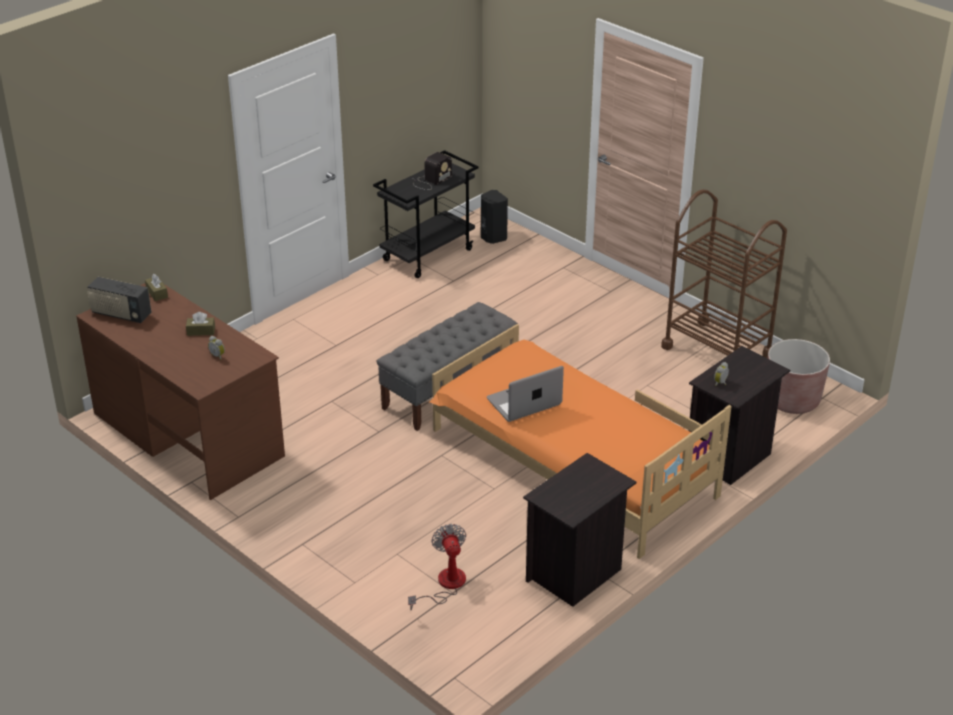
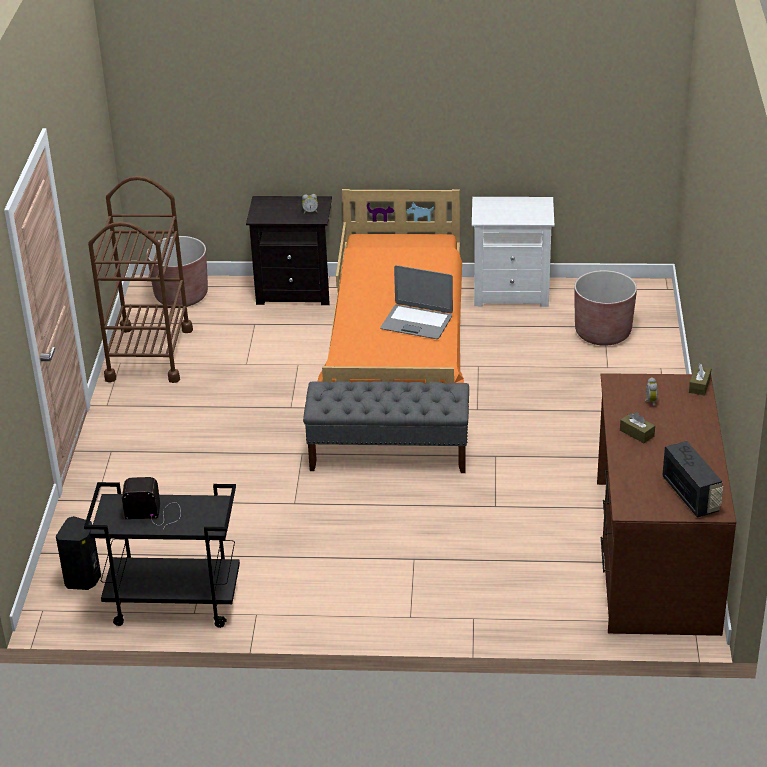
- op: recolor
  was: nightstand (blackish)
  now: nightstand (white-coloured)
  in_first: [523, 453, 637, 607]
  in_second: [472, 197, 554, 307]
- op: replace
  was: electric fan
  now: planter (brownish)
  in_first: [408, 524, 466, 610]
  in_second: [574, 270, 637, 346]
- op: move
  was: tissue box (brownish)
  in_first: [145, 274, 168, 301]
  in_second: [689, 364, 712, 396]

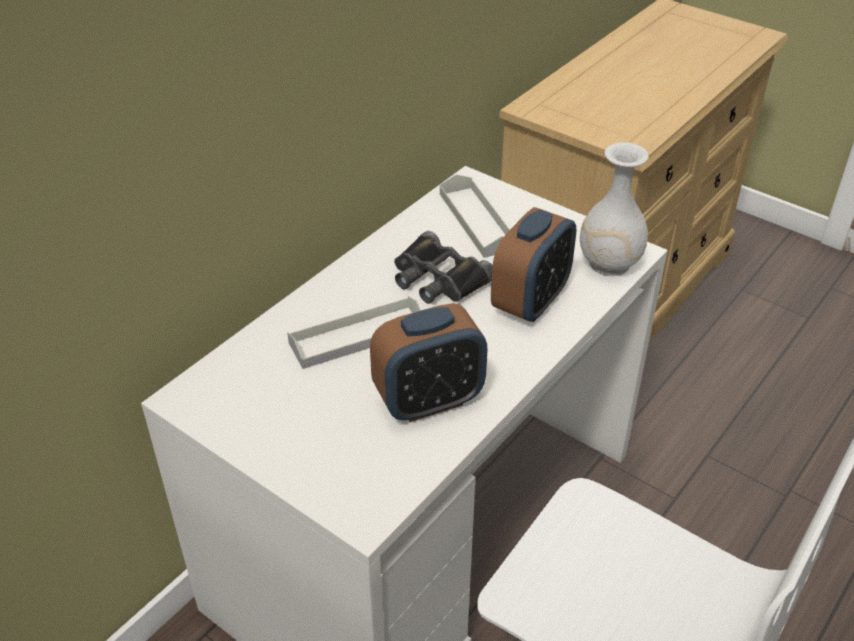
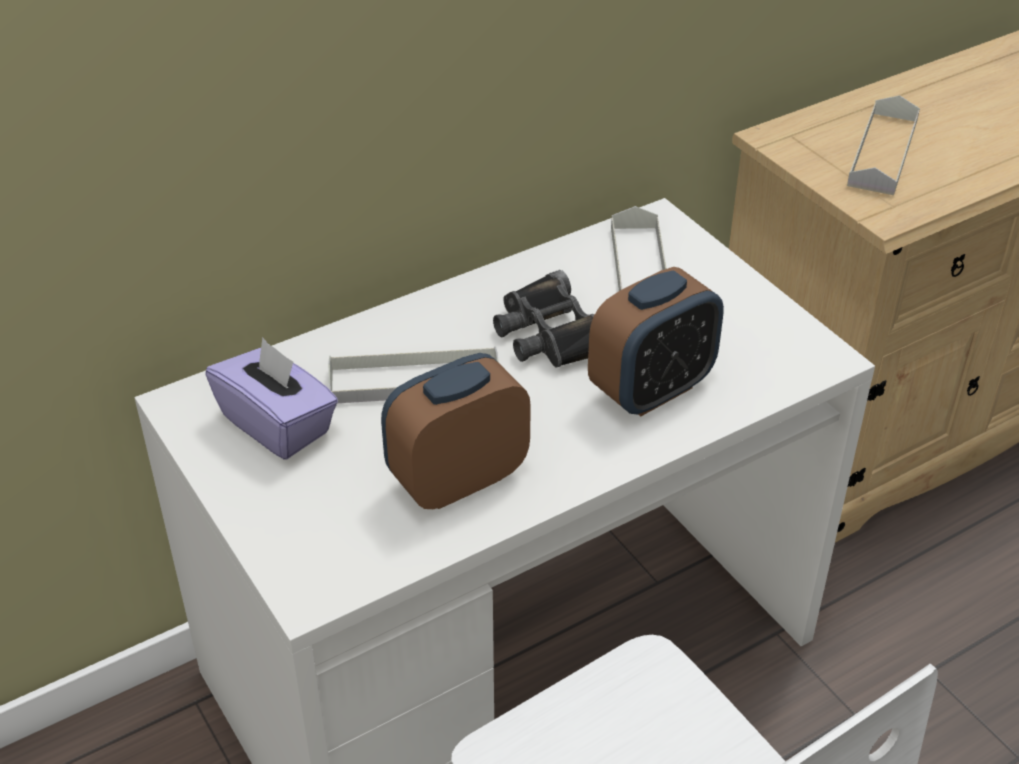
- op: insert
  now: tissue box (purple-coloured)
  in_second: [205, 337, 338, 460]
- op: rotate
  was: bedside clock
  in_first: [370, 303, 488, 422]
  in_second: [381, 353, 531, 509]
  clockwise: 150
- op: insert
  now: tray (greyish)
  in_second: [847, 95, 920, 195]
- op: delete
  was: flower vase (white-coloured)
  in_first: [580, 142, 649, 276]

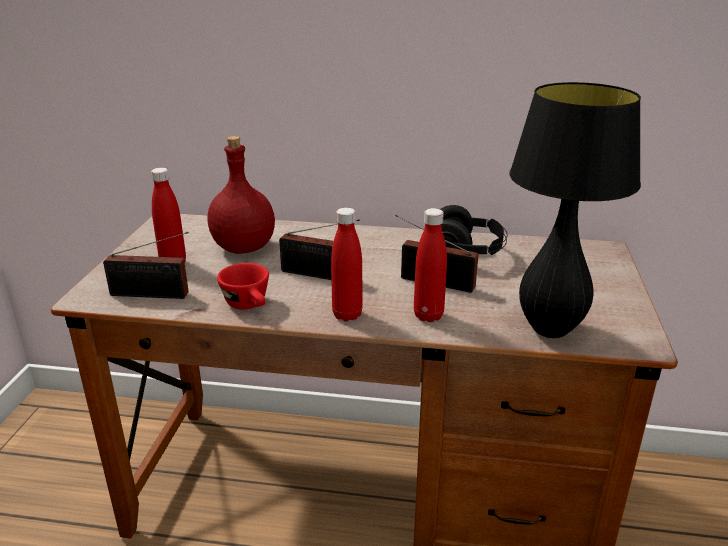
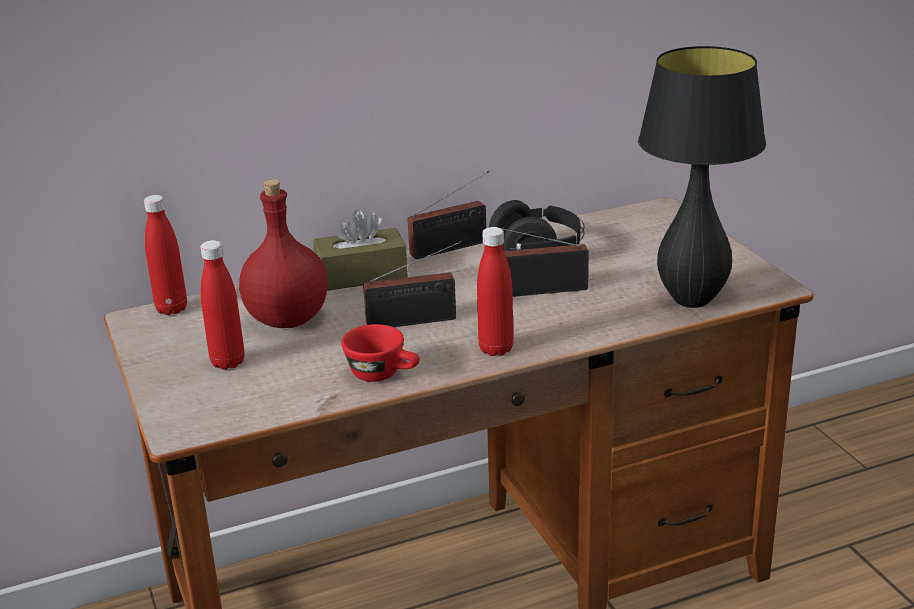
- op: move
  was: drink bottle (red-coloured)
  in_first: [414, 208, 447, 322]
  in_second: [144, 195, 187, 315]
- op: insert
  now: tissue box (brownish)
  in_second: [313, 210, 408, 291]
- op: move
  was: radio
  in_first: [103, 232, 189, 299]
  in_second: [407, 171, 489, 259]

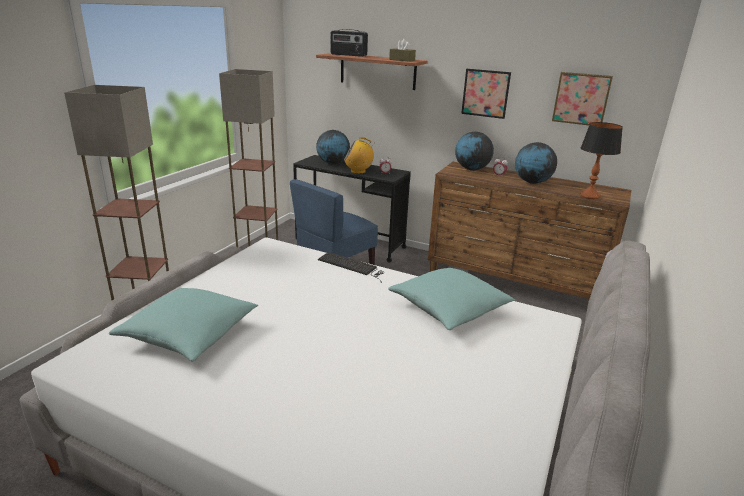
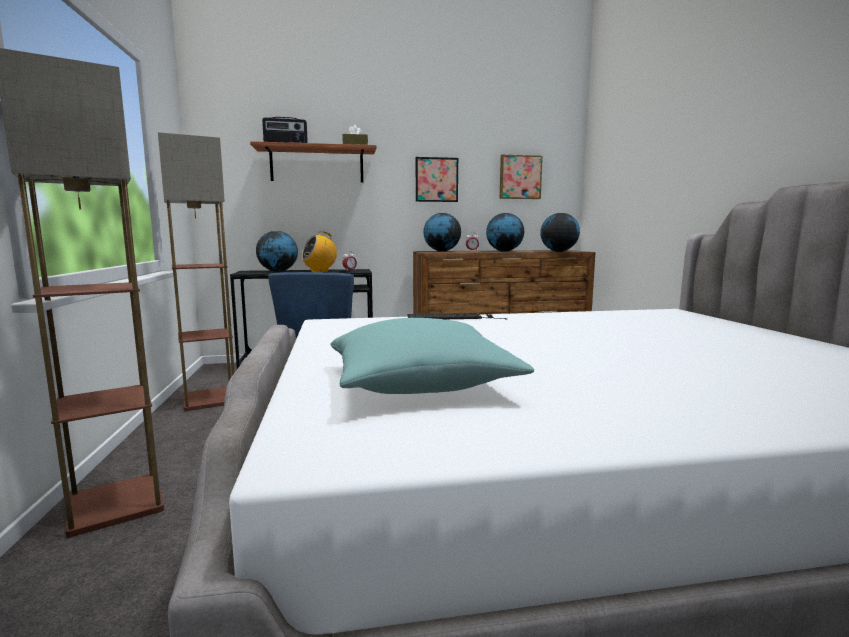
- op: replace
  was: table lamp
  now: desk globe
  in_first: [580, 122, 623, 199]
  in_second: [540, 213, 580, 252]
- op: delete
  was: cushion (blue-green)
  in_first: [388, 268, 515, 330]

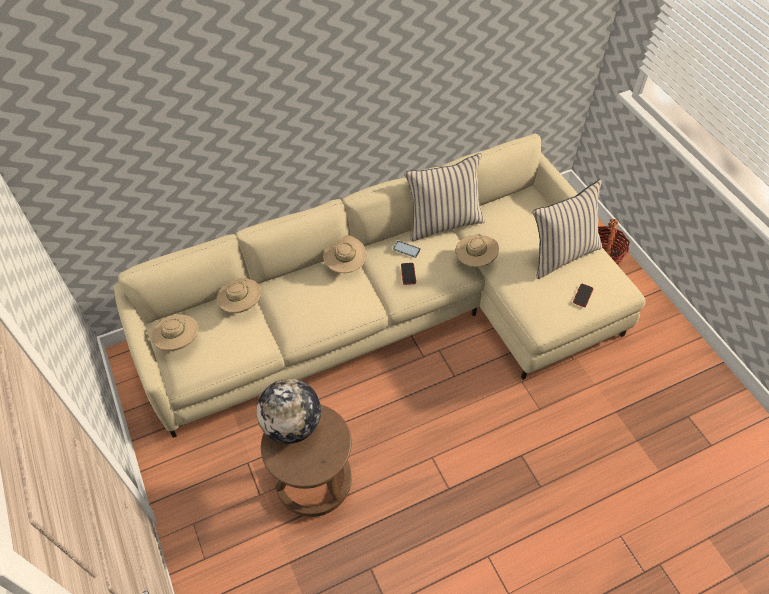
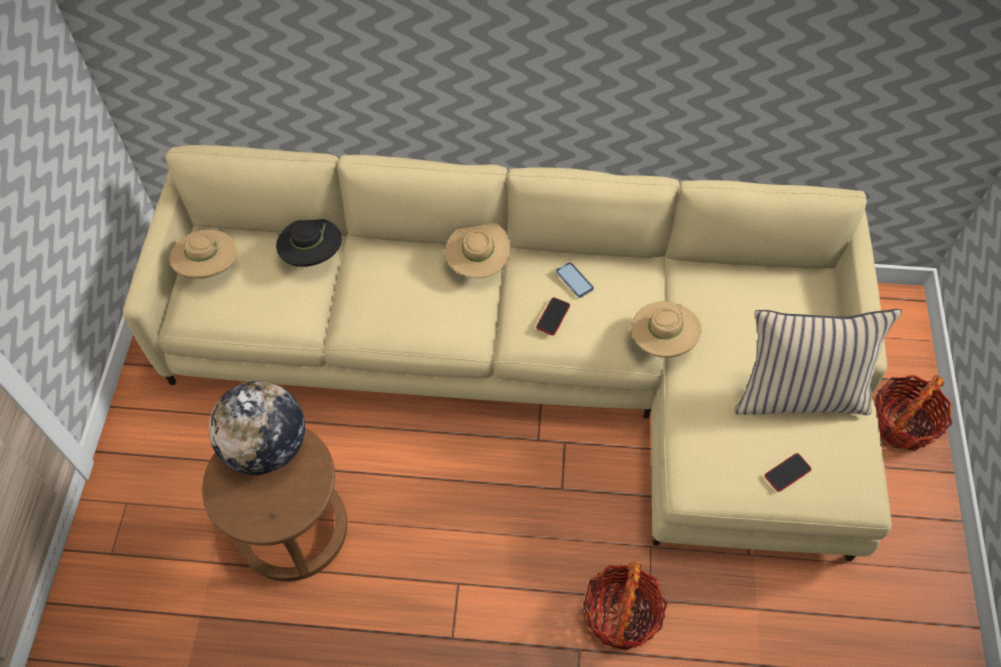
- op: recolor
  was: clothing hat (beige)
  now: clothing hat (blackish)
  in_first: [217, 278, 261, 313]
  in_second: [276, 219, 342, 267]
- op: insert
  now: storage basket
  in_second: [583, 562, 667, 650]
- op: delete
  was: cushion (beige)
  in_first: [404, 153, 485, 241]

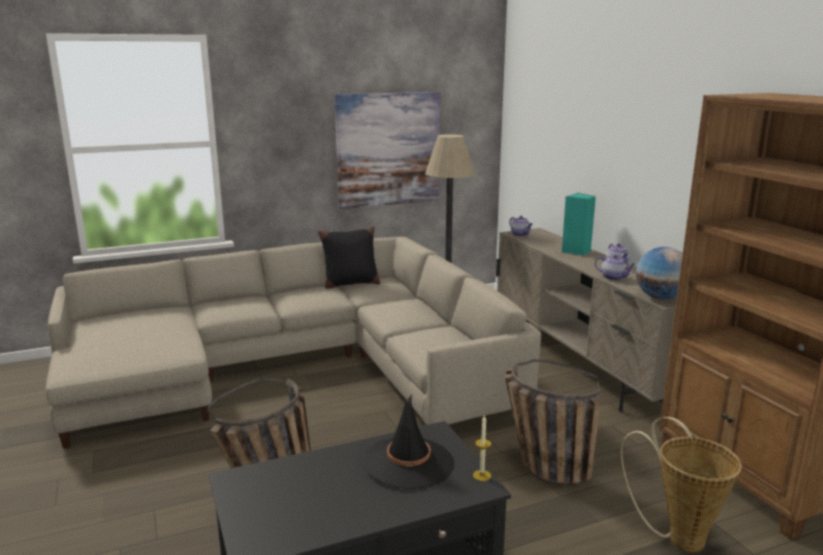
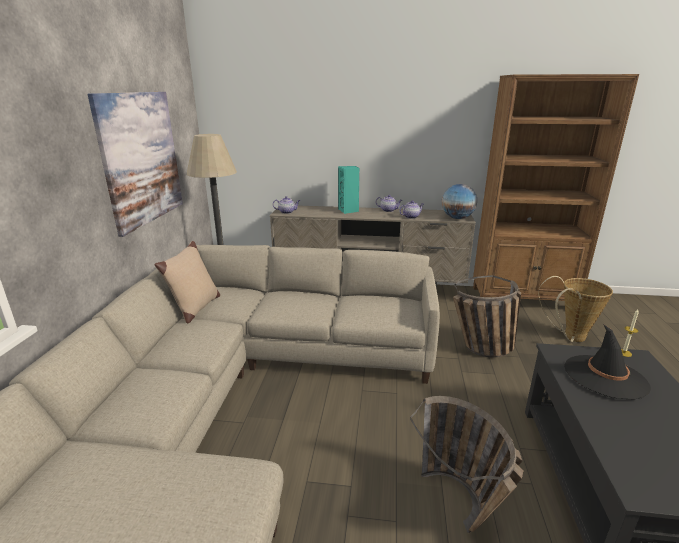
- op: recolor
  was: cushion (blackish)
  now: cushion (beige)
  in_first: [318, 226, 380, 289]
  in_second: [155, 241, 220, 324]

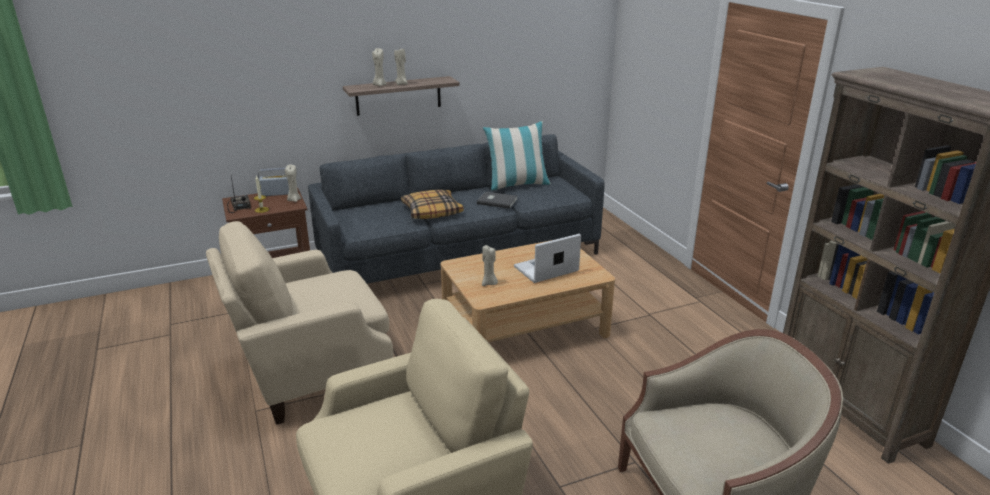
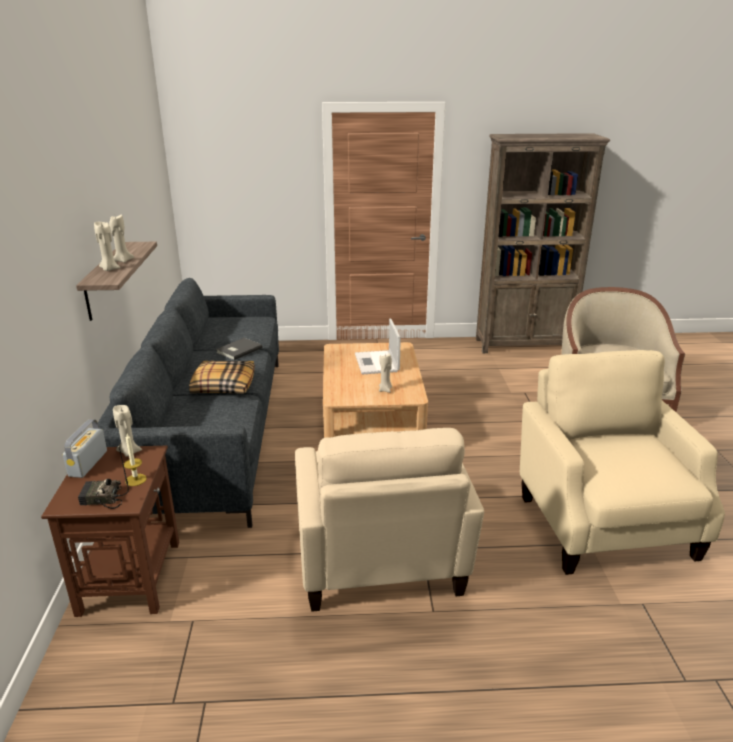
- op: delete
  was: cushion
  in_first: [483, 121, 551, 190]

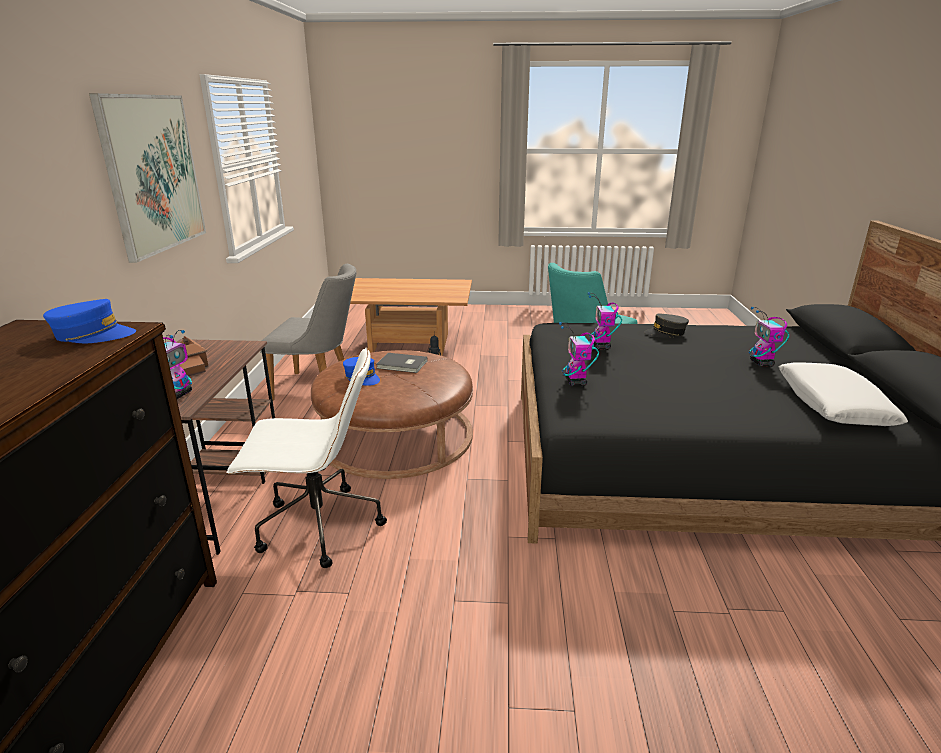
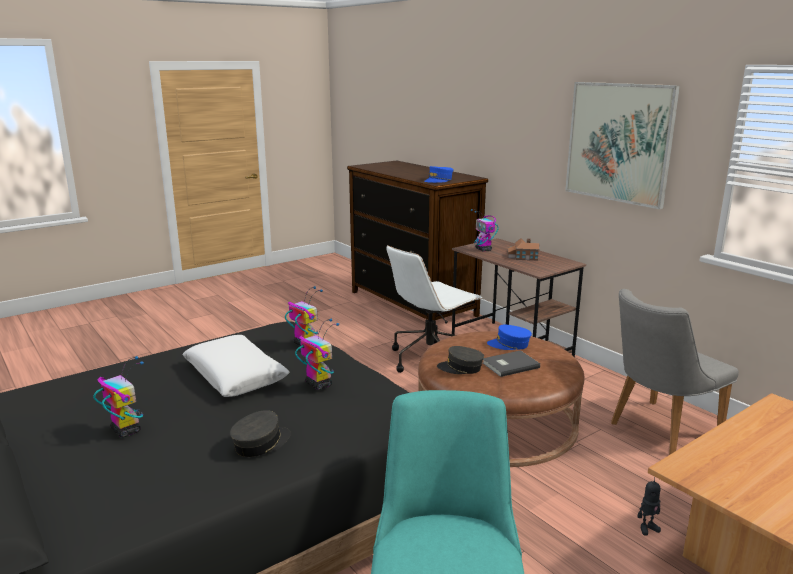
- op: move
  was: cushion (white-coloured)
  in_first: [779, 362, 908, 426]
  in_second: [182, 335, 289, 397]
- op: insert
  now: cap (greyish)
  in_second: [437, 346, 484, 374]

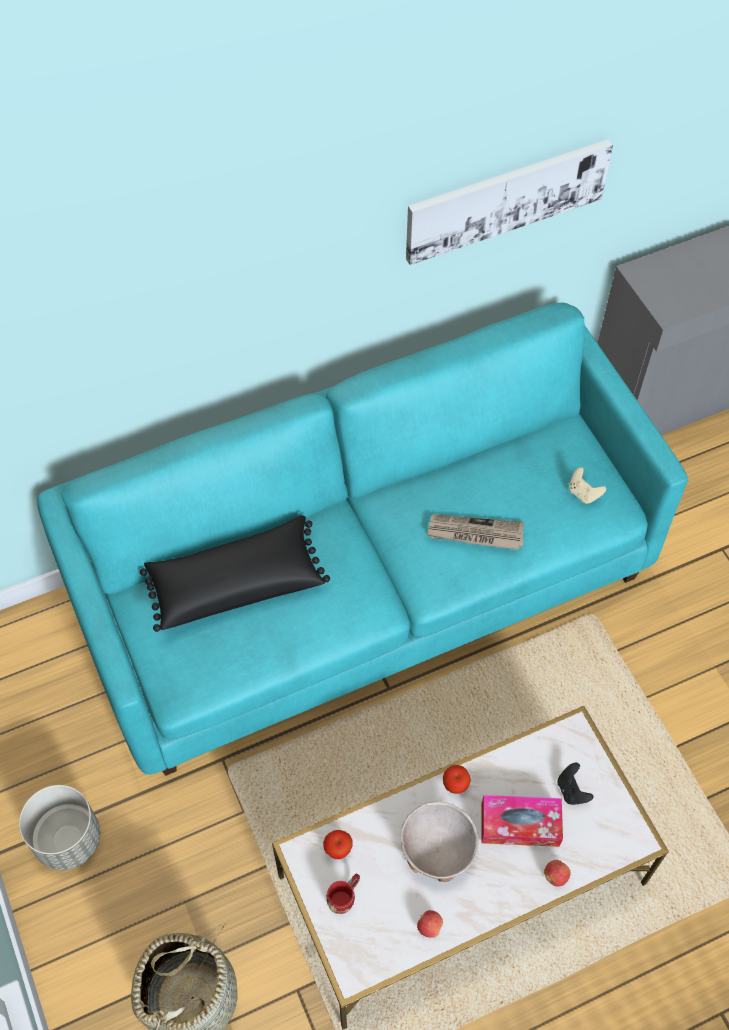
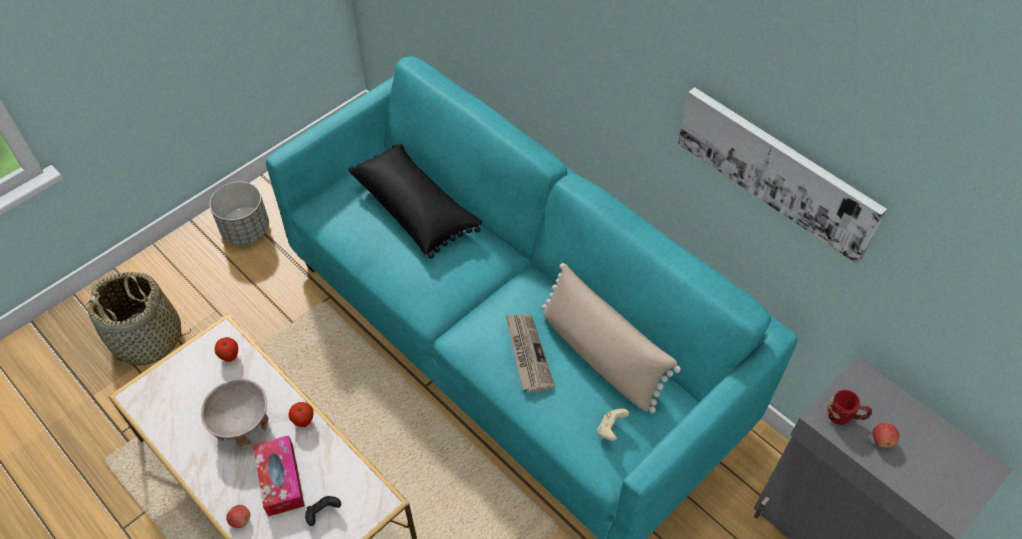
- op: insert
  now: cushion (beige)
  in_second: [542, 263, 681, 413]
- op: move
  was: mug (red-coloured)
  in_first: [326, 874, 360, 914]
  in_second: [827, 390, 872, 425]
- op: move
  was: apple
  in_first: [417, 910, 443, 938]
  in_second: [873, 423, 899, 447]

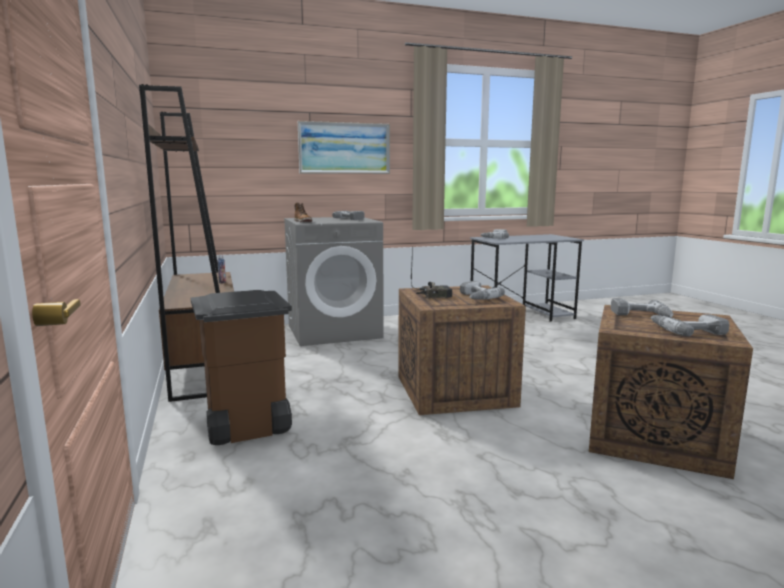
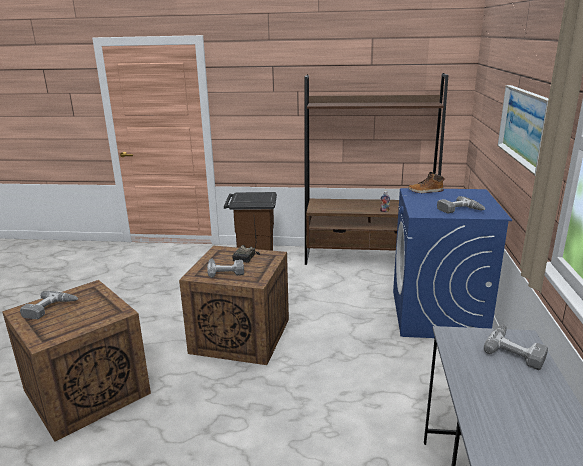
- op: recolor
  was: laundry appliance (greyish)
  now: laundry appliance (bluish)
  in_first: [284, 217, 384, 346]
  in_second: [393, 188, 512, 338]
- op: delete
  was: power drill
  in_first: [611, 298, 673, 317]

